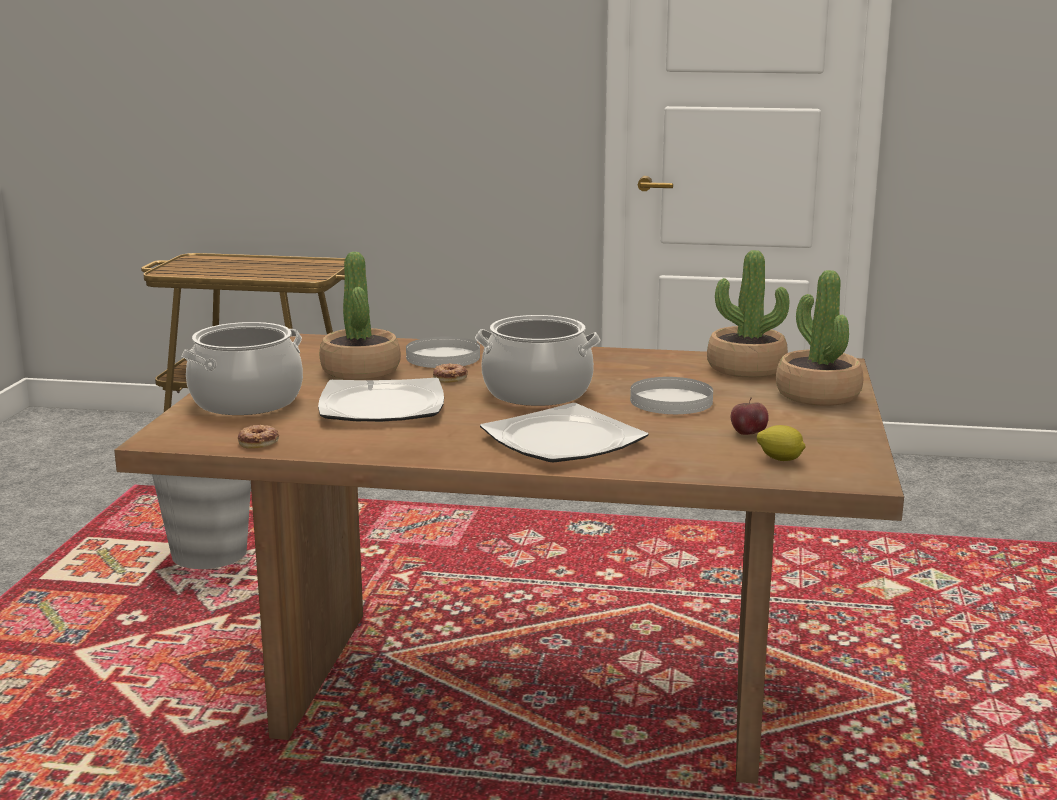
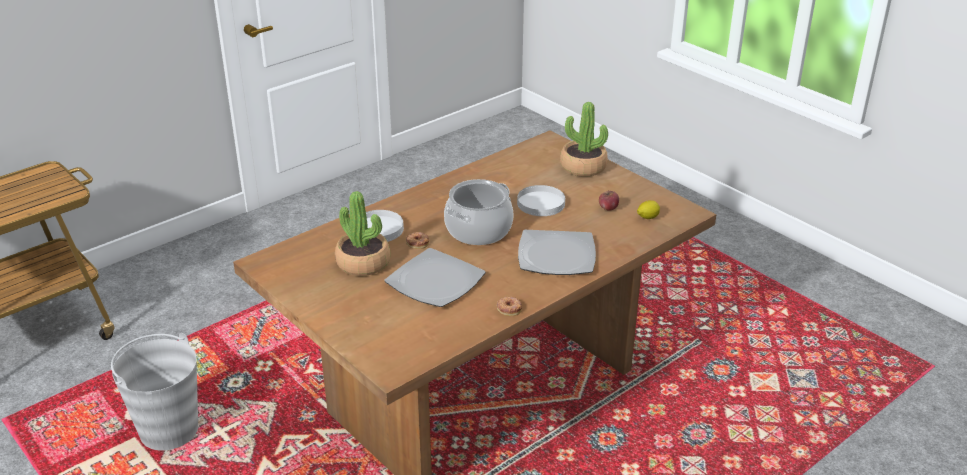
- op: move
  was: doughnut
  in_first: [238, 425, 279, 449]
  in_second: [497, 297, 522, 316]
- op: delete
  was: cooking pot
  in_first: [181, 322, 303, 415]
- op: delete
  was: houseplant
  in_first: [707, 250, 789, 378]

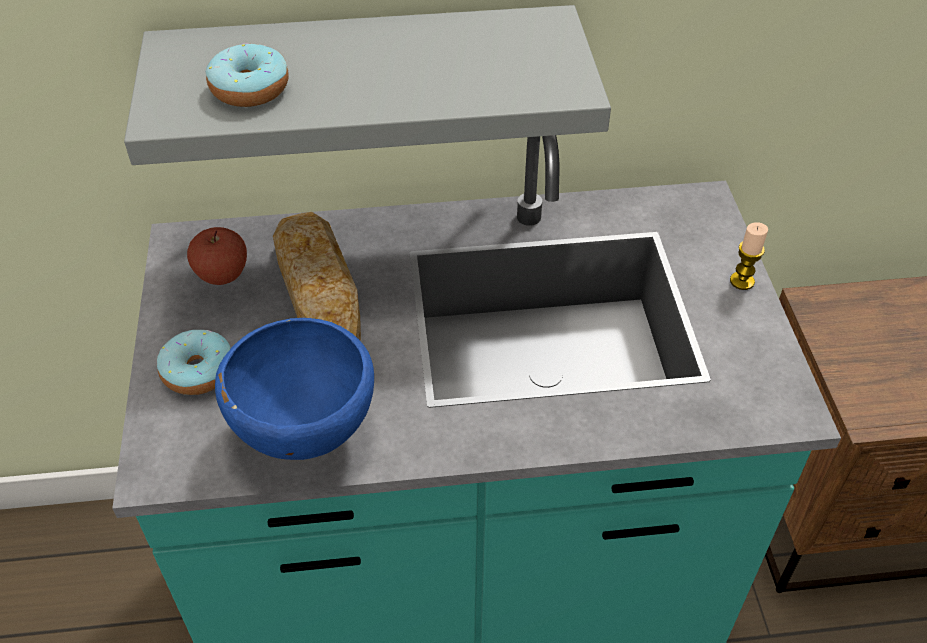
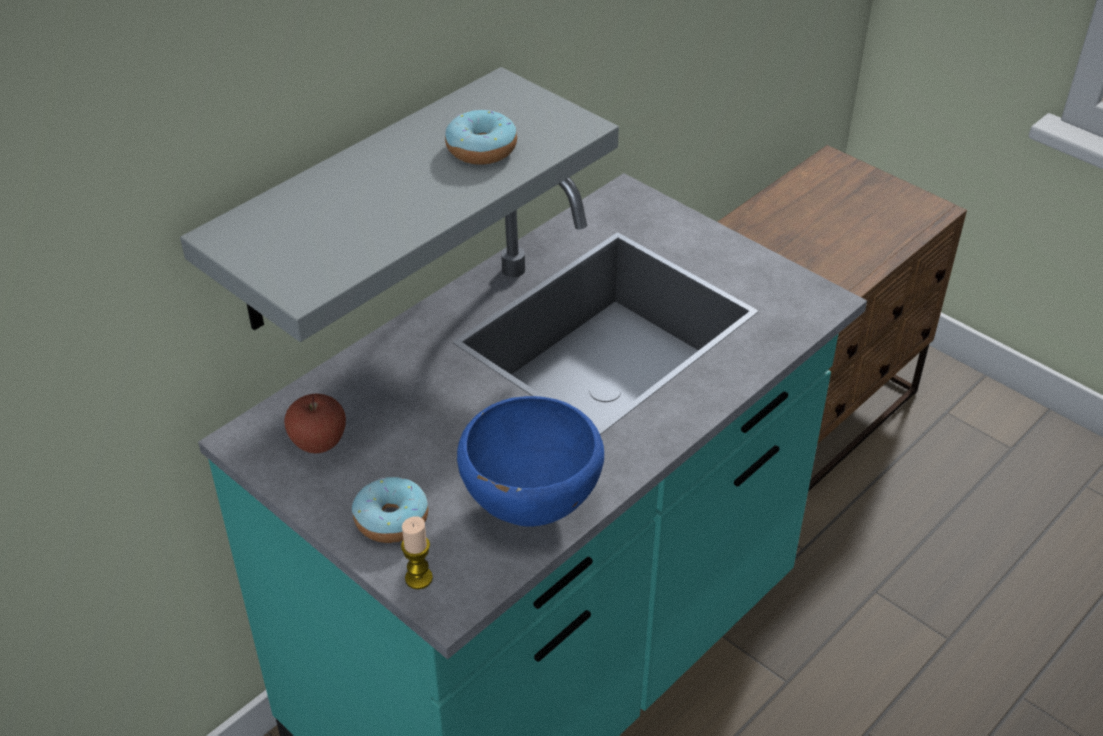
- op: move
  was: wax candle
  in_first: [730, 222, 768, 290]
  in_second: [401, 516, 433, 590]
- op: move
  was: doughnut
  in_first: [206, 43, 289, 107]
  in_second: [445, 110, 517, 165]
- op: delete
  was: baked bread
  in_first: [273, 212, 361, 340]

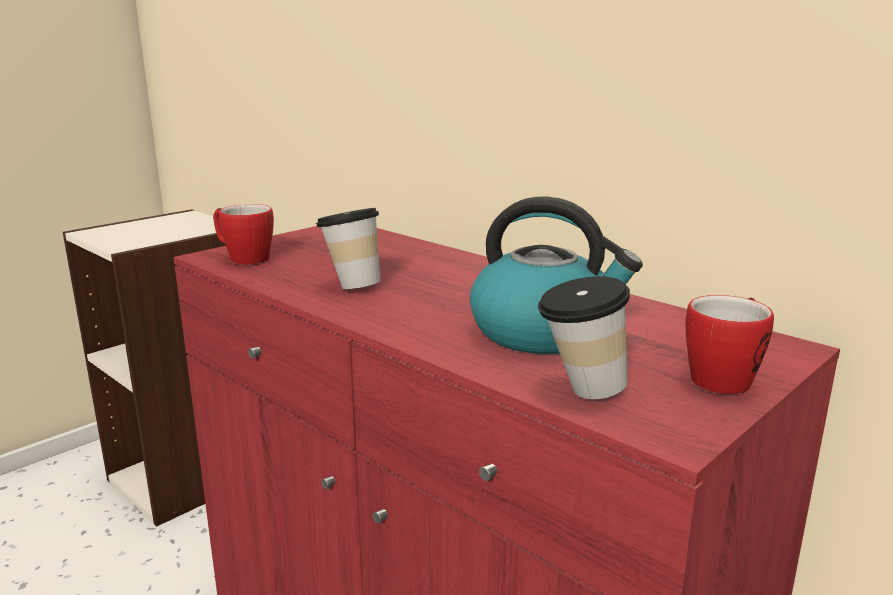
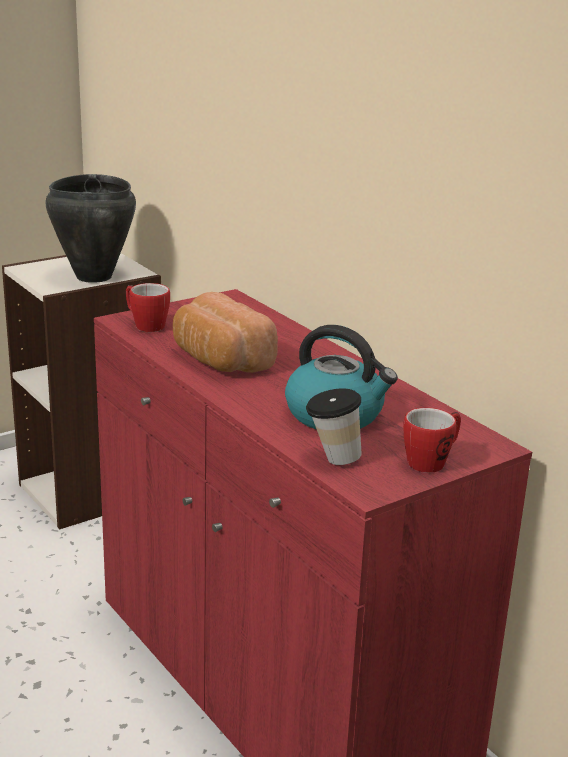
- op: insert
  now: cooking pot (blackish)
  in_second: [45, 174, 136, 283]
- op: replace
  was: cup
  now: baked bread
  in_first: [316, 208, 381, 289]
  in_second: [173, 292, 278, 373]

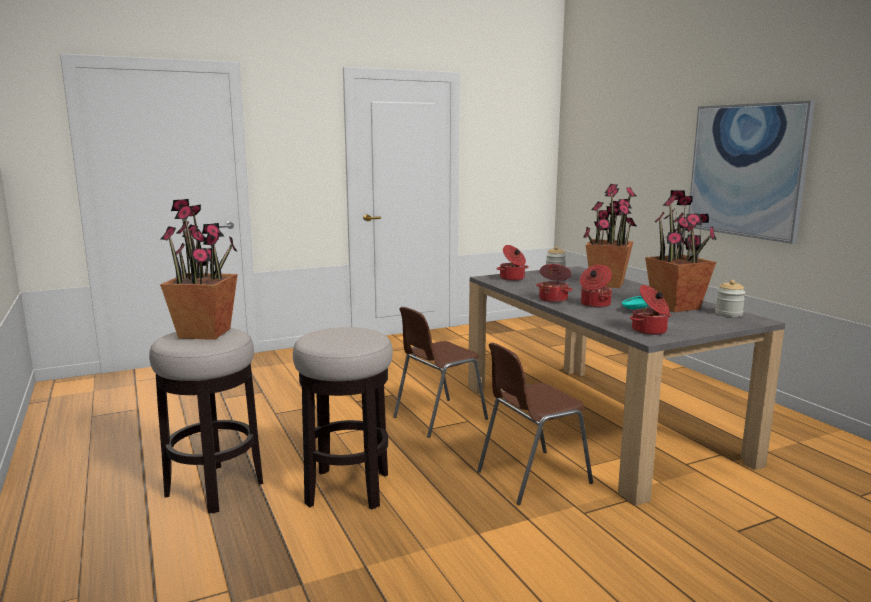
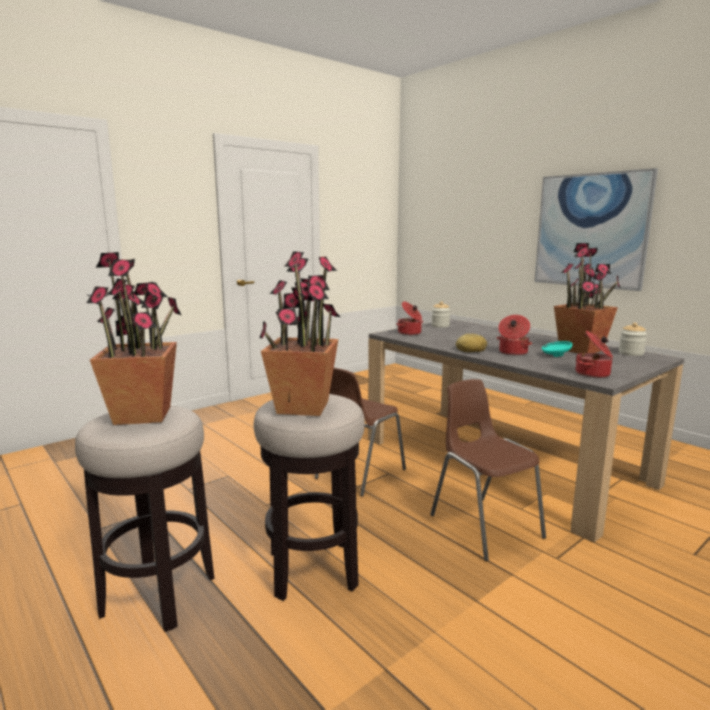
- op: move
  was: houseplant
  in_first: [584, 184, 637, 288]
  in_second: [259, 251, 340, 416]
- op: rotate
  was: chair (brownish)
  in_first: [477, 343, 593, 505]
  in_second: [430, 379, 546, 561]
  clockwise: 105
- op: replace
  was: cooking pot
  now: baked bread
  in_first: [536, 264, 573, 303]
  in_second: [456, 333, 487, 352]

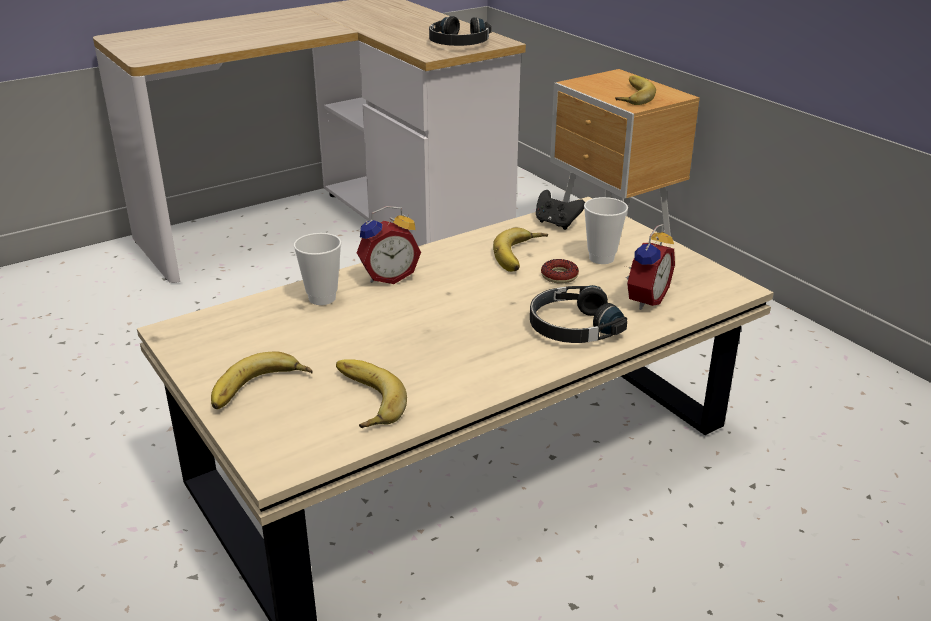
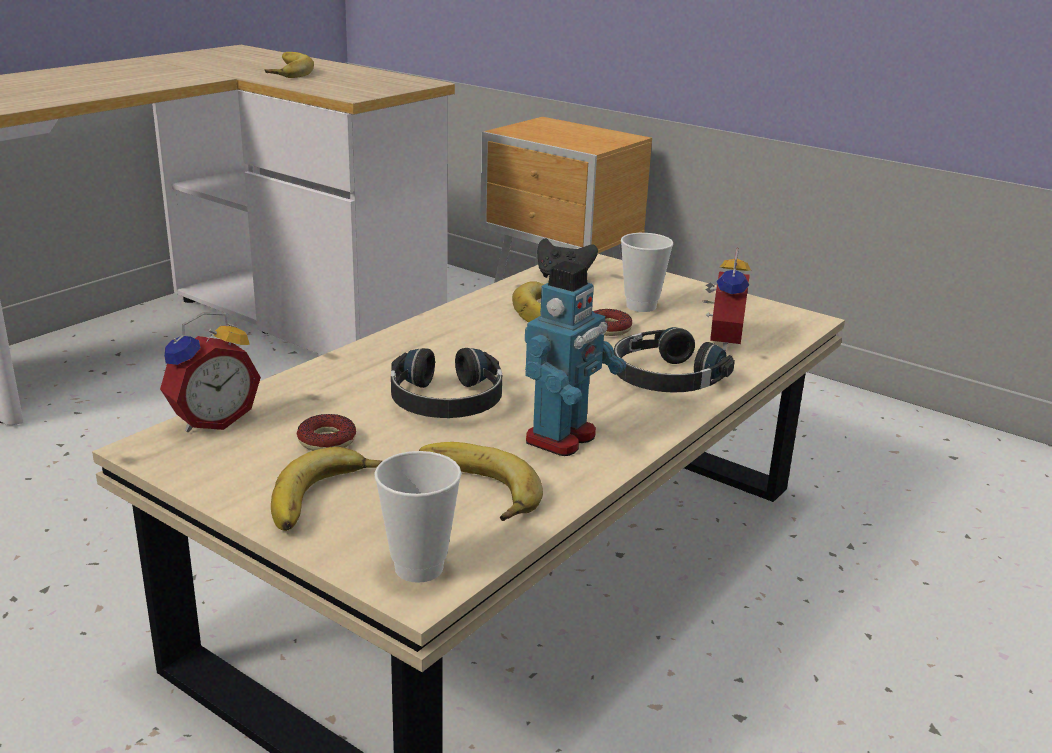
- op: move
  was: bedside clock
  in_first: [357, 206, 421, 284]
  in_second: [160, 312, 261, 432]
- op: move
  was: banana fruit
  in_first: [615, 75, 656, 105]
  in_second: [265, 52, 314, 78]
- op: insert
  now: doughnut
  in_second: [297, 414, 356, 451]
- op: move
  was: cup
  in_first: [294, 233, 341, 305]
  in_second: [374, 451, 461, 583]
- op: move
  was: headphones (blackish)
  in_first: [429, 16, 492, 46]
  in_second: [391, 348, 502, 418]
- op: insert
  now: robot figure
  in_second: [525, 261, 626, 456]

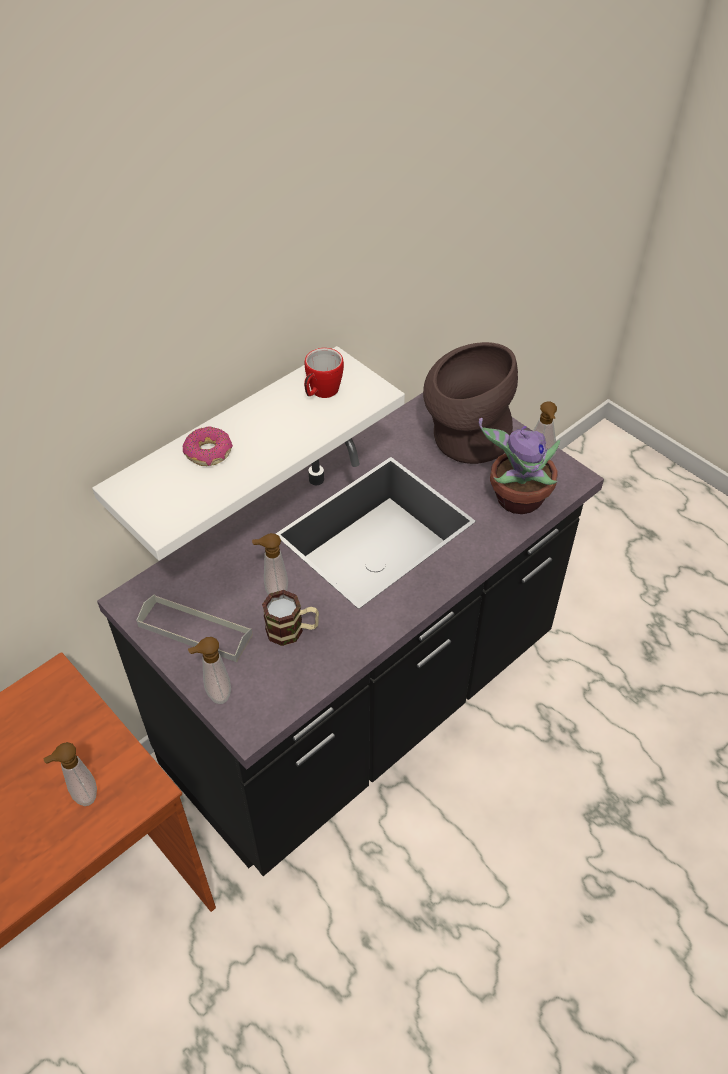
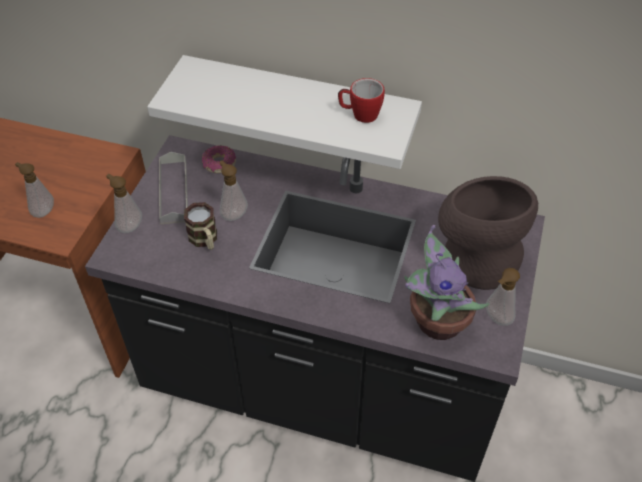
- op: move
  was: doughnut
  in_first: [183, 426, 233, 466]
  in_second: [202, 145, 236, 173]

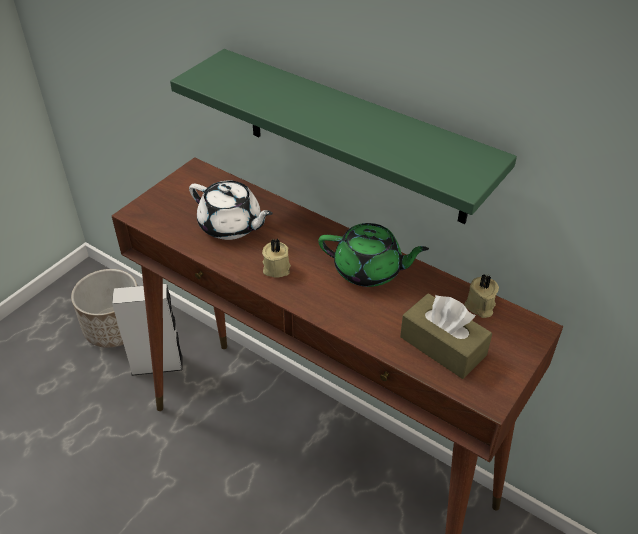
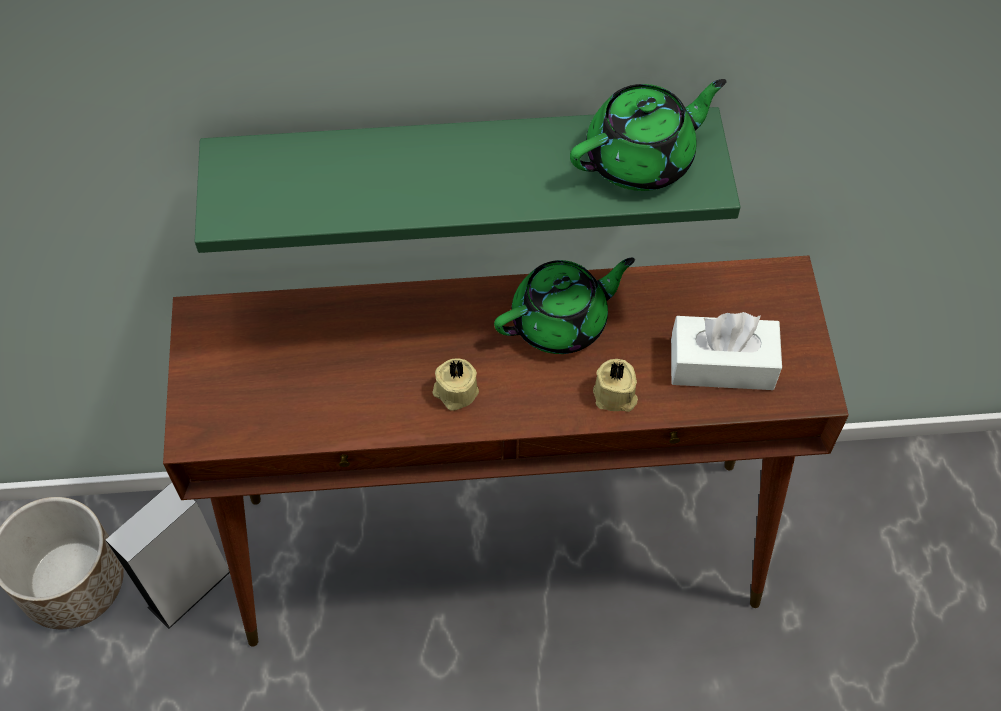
- op: insert
  now: teapot (greenish)
  in_second: [570, 79, 727, 191]
- op: move
  was: wax candle (beige)
  in_first: [465, 274, 499, 318]
  in_second: [593, 359, 638, 412]
- op: recolor
  was: tissue box (brownish)
  now: tissue box (white-coloured)
  in_first: [400, 293, 492, 379]
  in_second: [671, 312, 782, 390]
- op: delete
  was: teapot (white-coloured)
  in_first: [189, 181, 273, 240]

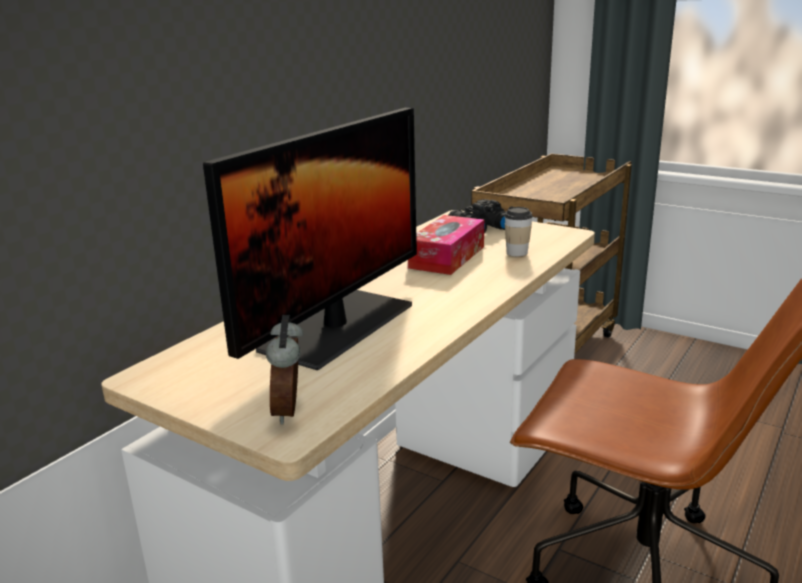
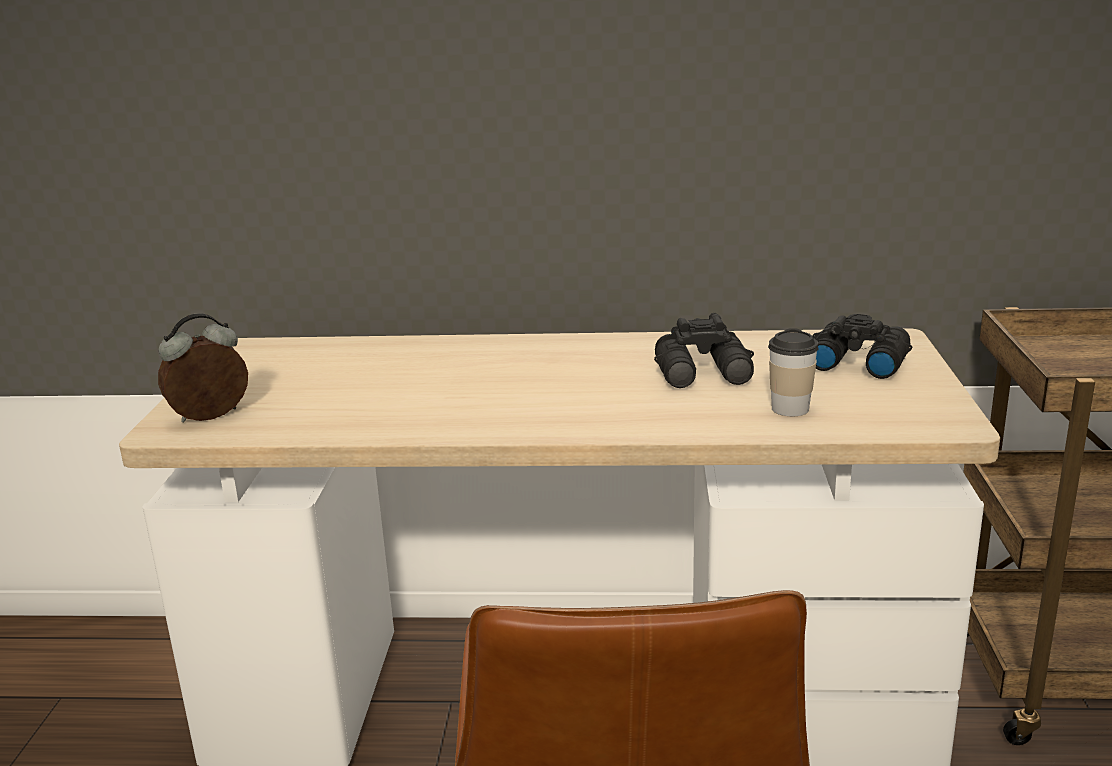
- op: replace
  was: tissue box
  now: field glasses (blackish)
  in_first: [408, 215, 484, 275]
  in_second: [654, 313, 754, 388]
- op: delete
  was: computer screen
  in_first: [203, 108, 417, 370]

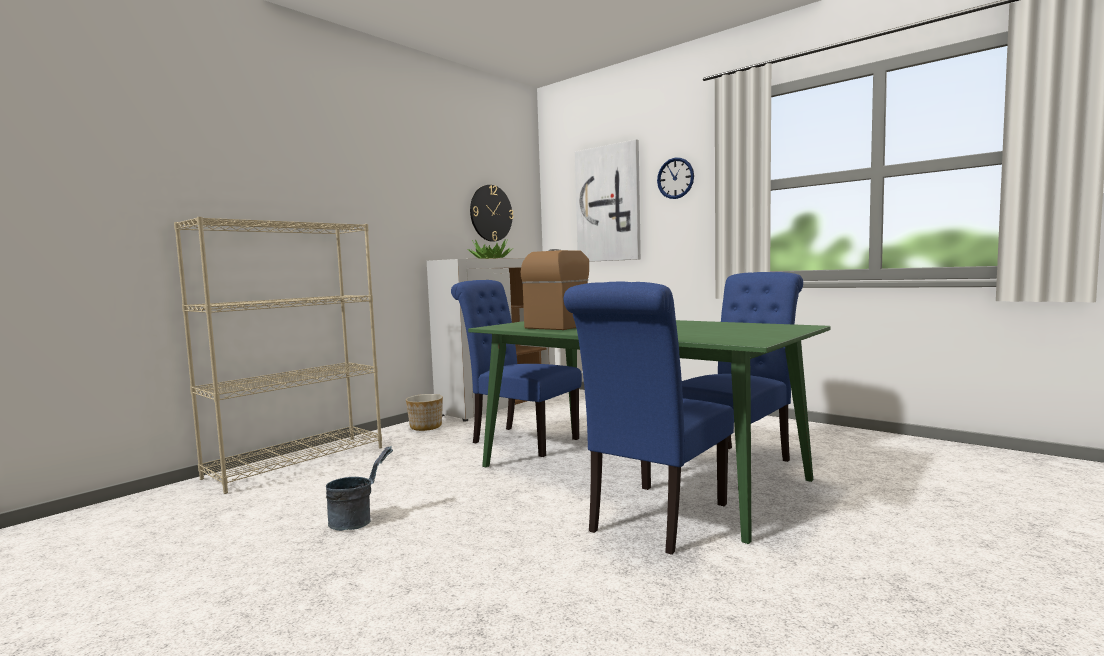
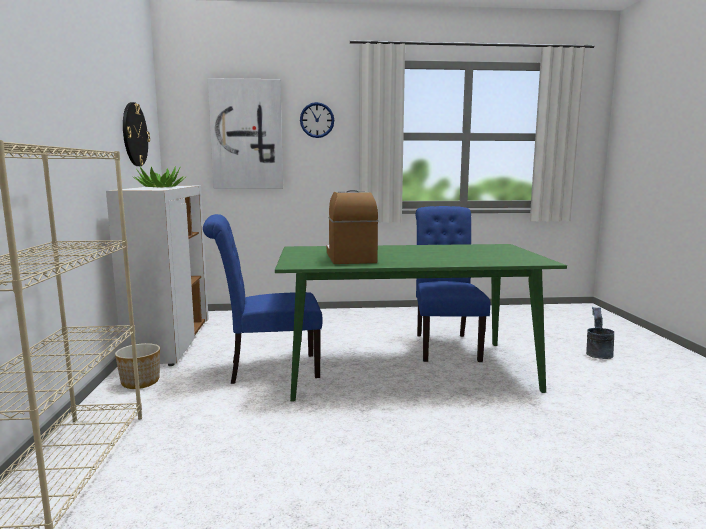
- op: move
  was: bucket (greyish)
  in_first: [326, 446, 393, 531]
  in_second: [586, 307, 614, 359]
- op: delete
  was: chair (bluish)
  in_first: [564, 282, 734, 555]

